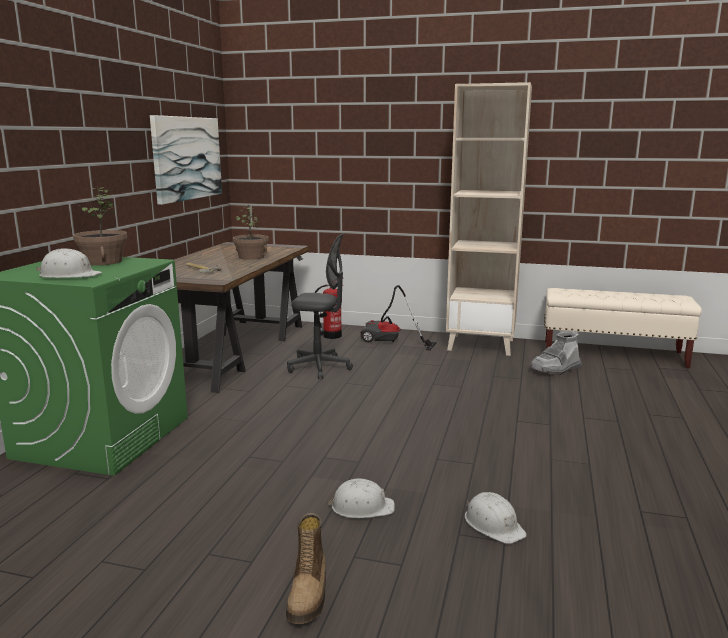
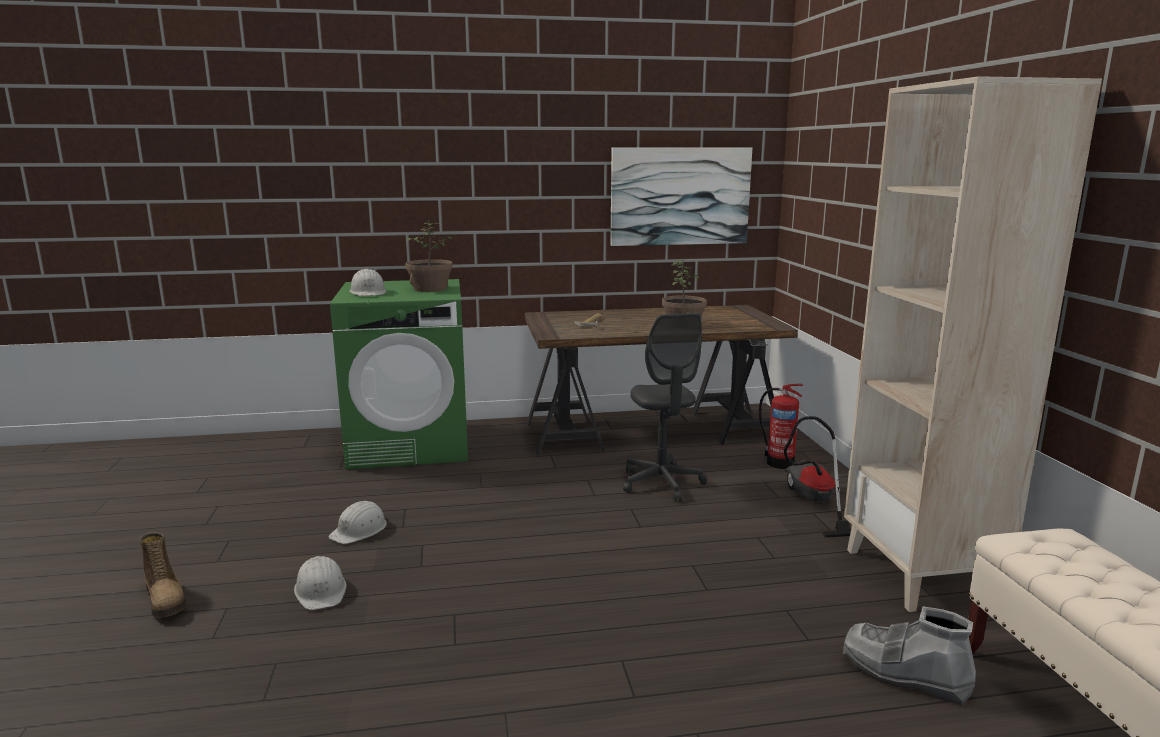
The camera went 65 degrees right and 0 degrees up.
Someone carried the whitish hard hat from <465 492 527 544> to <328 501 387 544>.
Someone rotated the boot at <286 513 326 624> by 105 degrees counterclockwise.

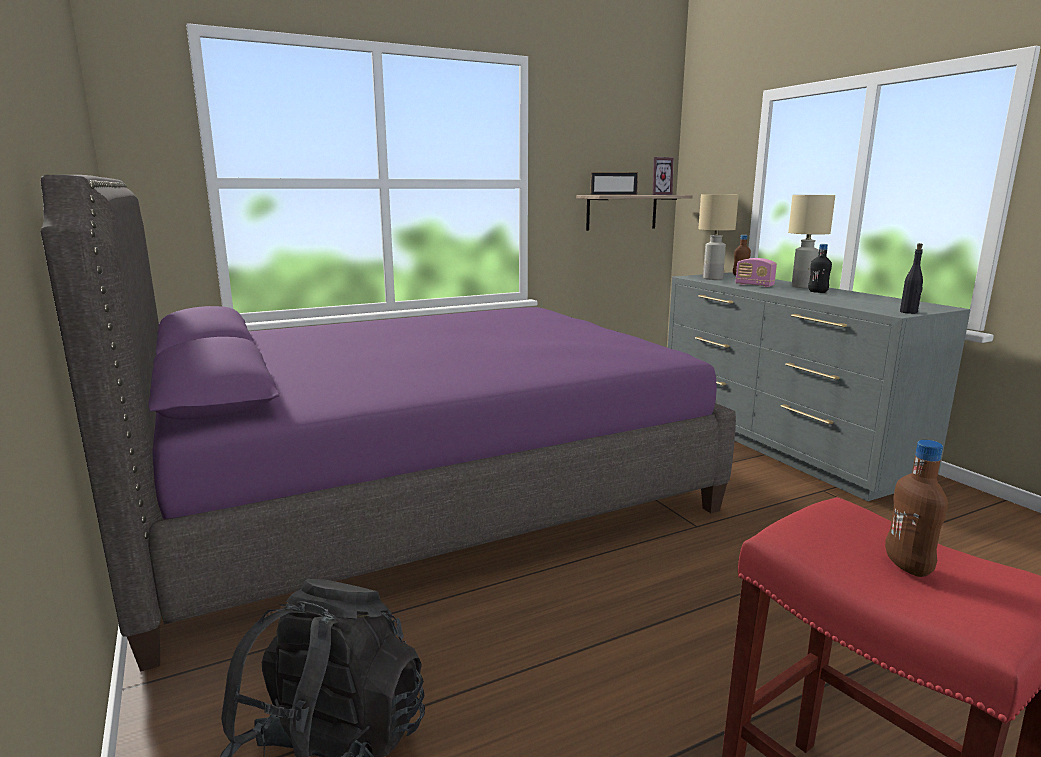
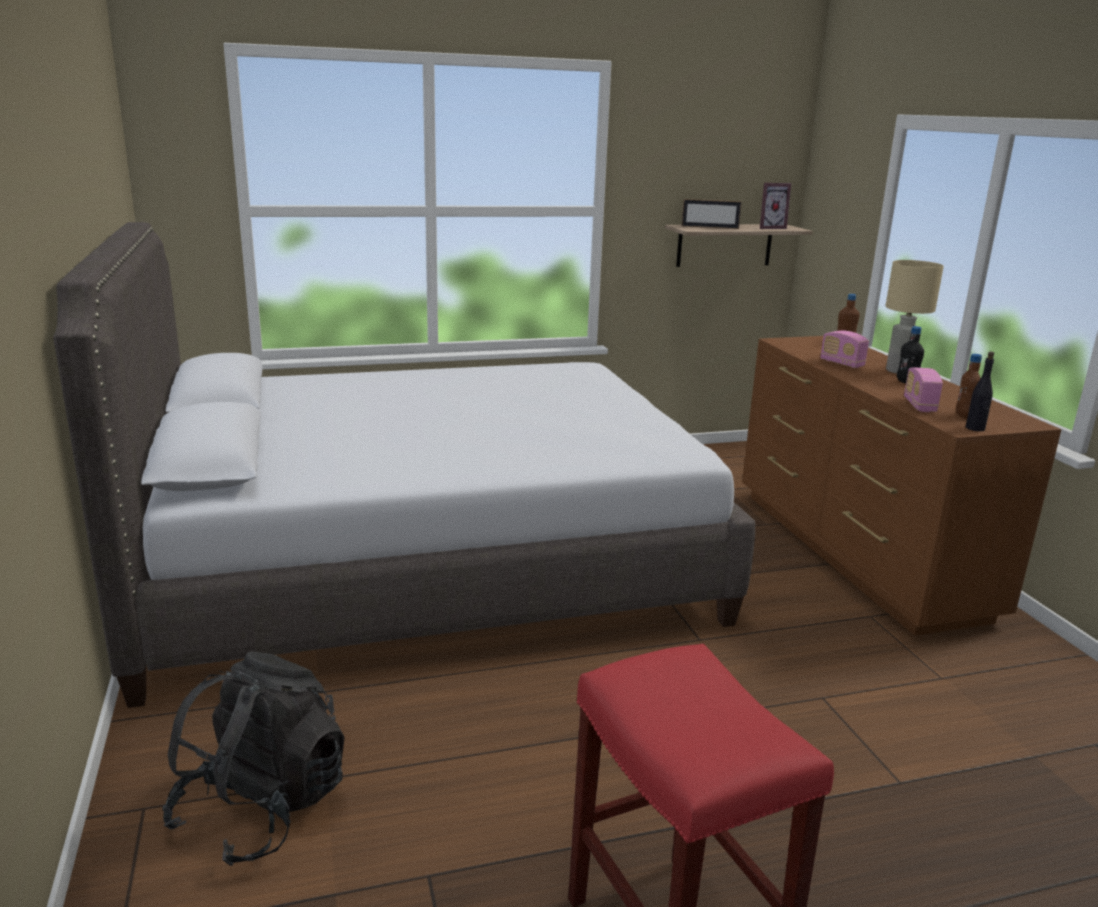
The camera went 10 degrees right and 5 degrees up.
Someone took away the beige-coloured lamp for a table at <698 194 739 280>.
Someone put down the radio set at <904 367 943 412>.
Someone carried the brownish bottle from <885 440 948 577> to <956 354 982 419>.
Someone repainted the purplish bedroom bed at <41 175 736 671>, which became the grey bedroom bed at <53 222 755 708>.
Someone repainted the grey chest of drawers at <668 272 971 501>, which became the brownish chest of drawers at <742 336 1061 635>.

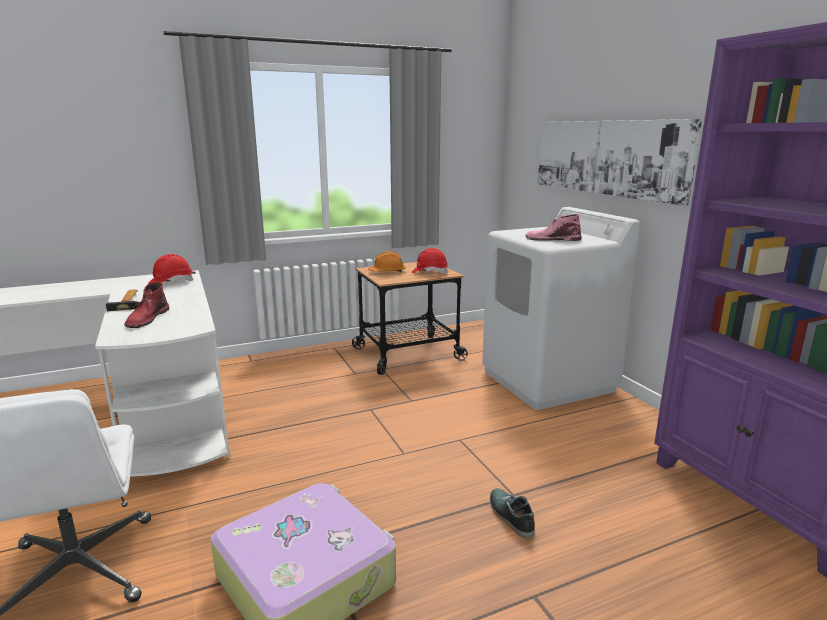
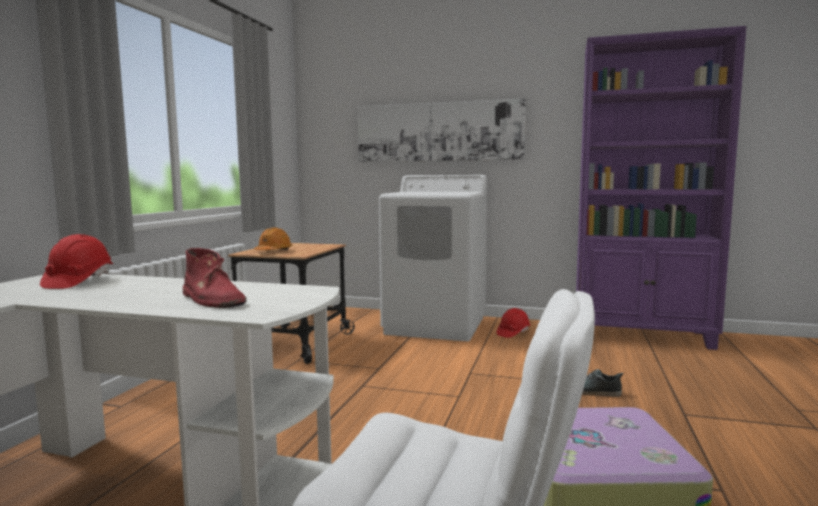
The camera went 50 degrees left and 10 degrees down.
Someone took away the hand hammer at <106 290 139 311>.
Someone took away the pink-coloured boot at <525 214 581 241>.
Someone carried the red-coloured hard hat from <412 248 449 274> to <497 308 531 338>.

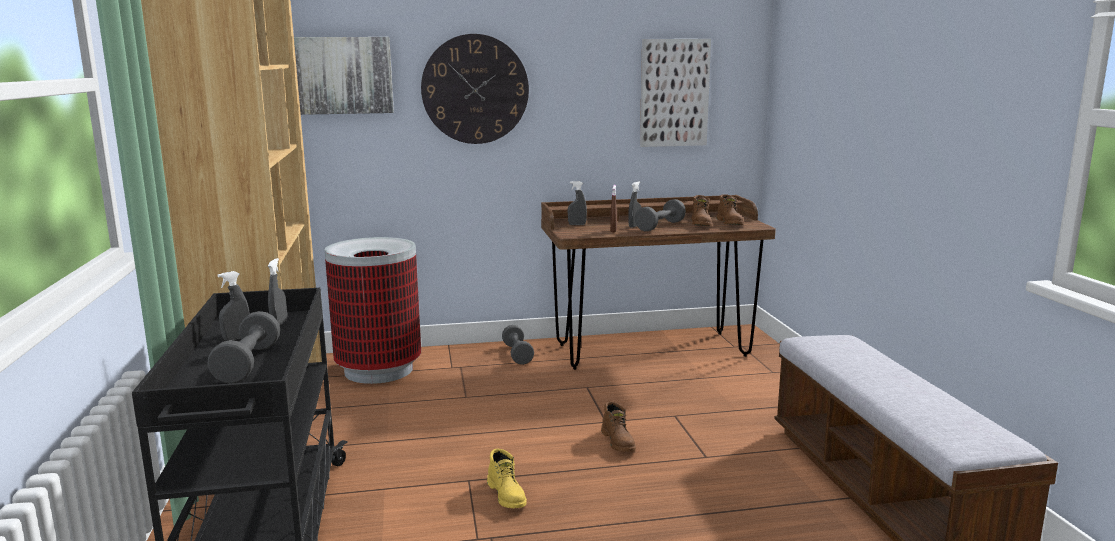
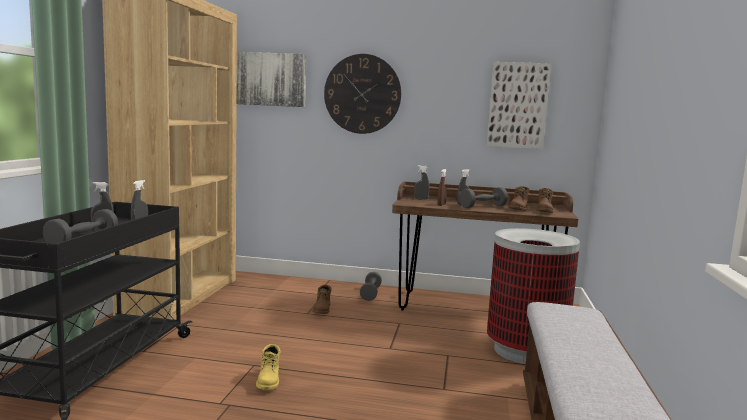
The camera went 20 degrees right and 5 degrees down.
Someone carried the rubbish bin from <324 237 421 384> to <487 228 580 364>.
Someone carried the brownish boot from <601 402 636 452> to <313 285 332 314>.

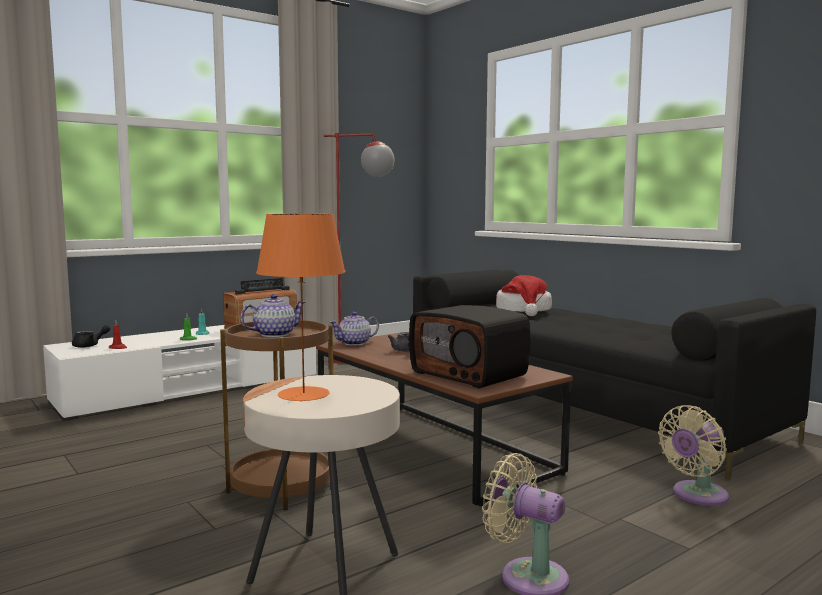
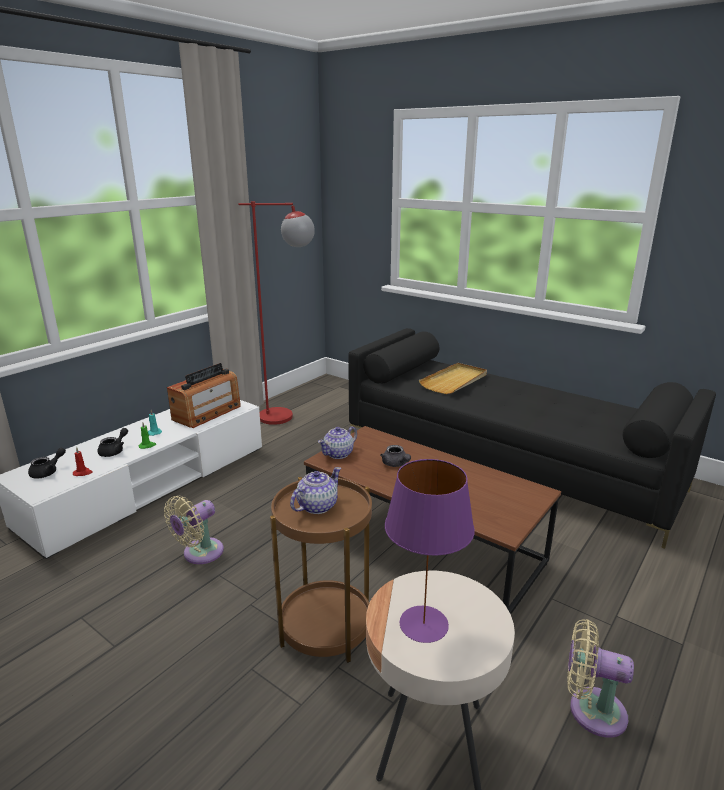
The camera went 15 degrees left and 15 degrees up.
Someone took away the radio set at <409 305 530 388>.
Someone put down the blackish tea pot at <98 428 128 457>.
Someone carried the beige-coloured electric fan from <658 405 729 506> to <164 496 224 564>.
Someone swapped the wearable hat at <496 275 552 316> for the beige-coloured serving tray at <419 363 487 394>.
Someone repainted the orange lamp for a table at <256 214 346 401>, which became the purplish lamp for a table at <385 459 475 643>.

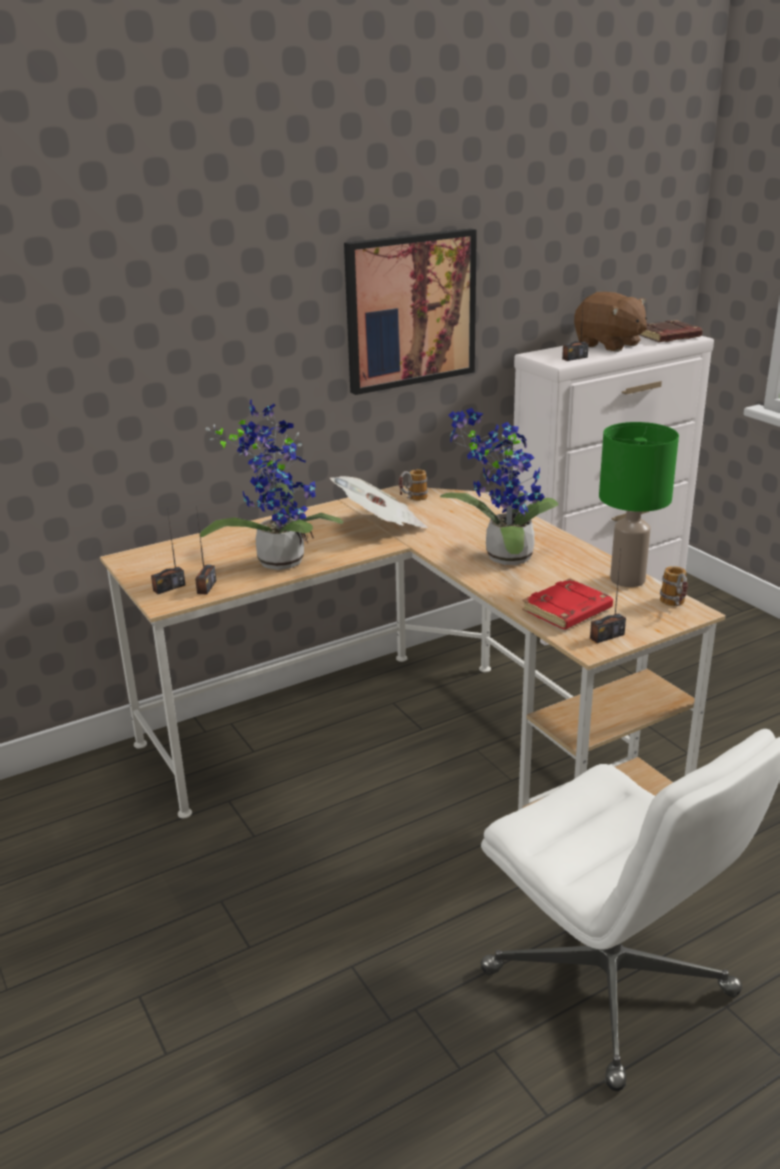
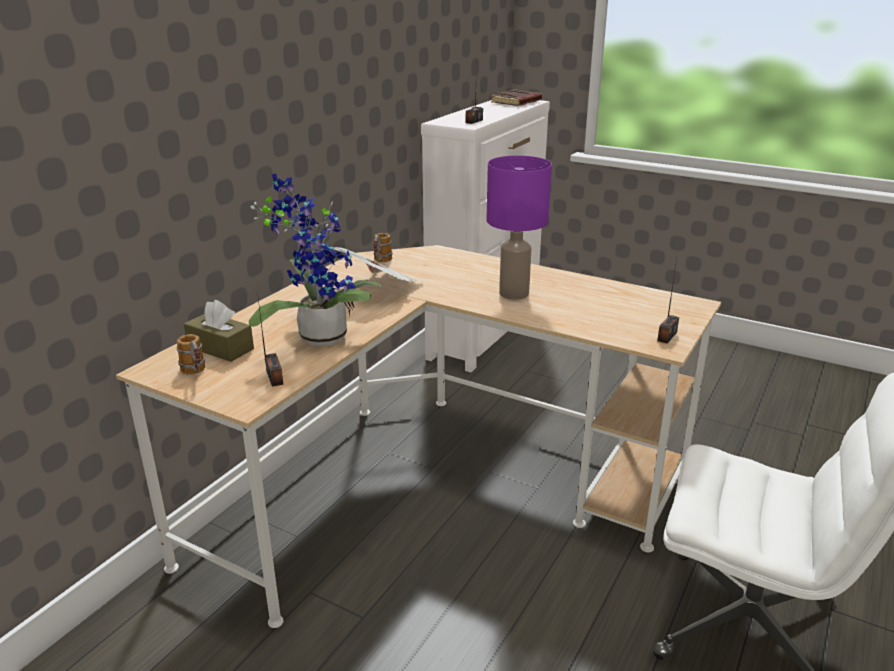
The camera went 30 degrees left and 0 degrees up.
Someone took away the radio set at <151 507 185 594>.
Someone took away the picture at <344 228 477 395>.
Someone took away the red-coloured book at <522 578 613 629>.
Someone took away the brownish cuddly toy at <574 292 647 352>.
Someone took away the greenish lamp for a table at <599 422 679 587>.
Someone put down the brownish box of tissues at <184 300 254 362>.
Someone carried the tea mug from <660 566 688 606> to <177 334 205 375>.
Someone swapped the potted plant at <440 408 559 565> for the purplish lamp for a table at <486 156 552 300>.

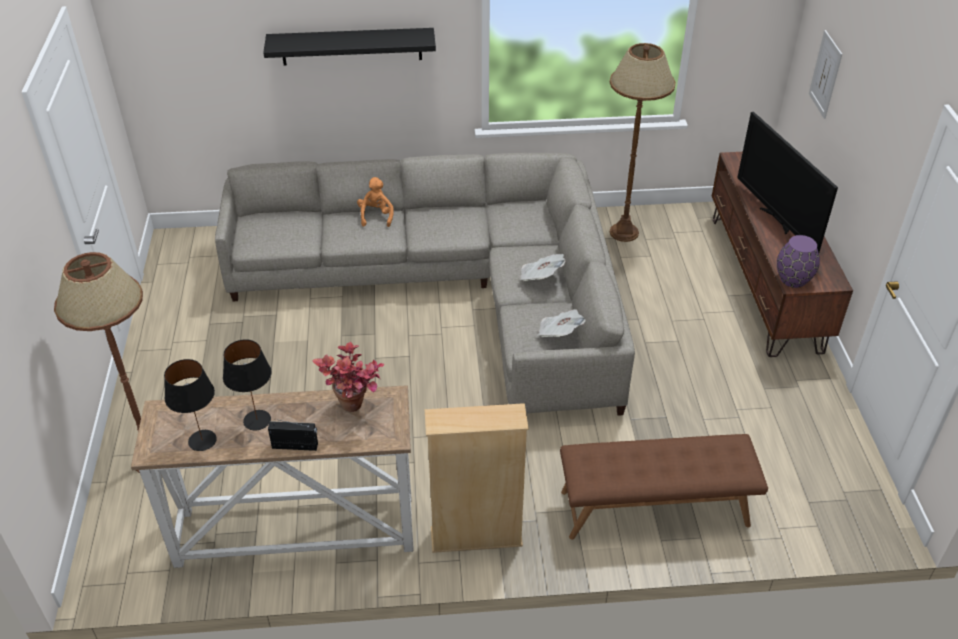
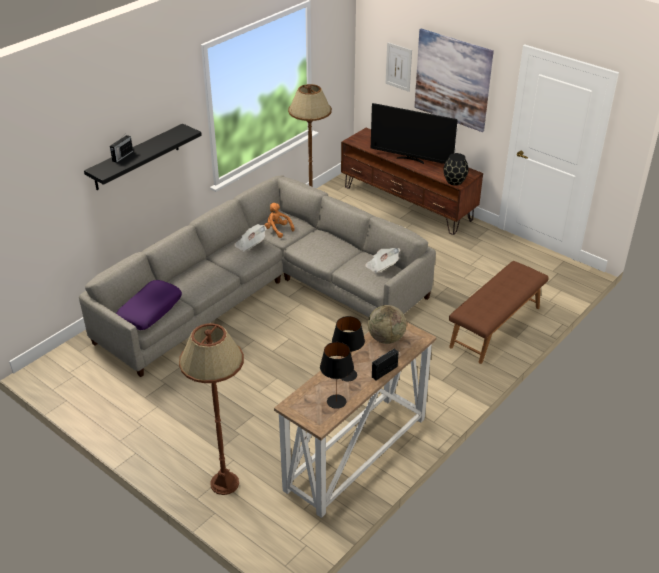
The camera went 45 degrees left and 5 degrees down.
Someone took away the beige-coloured shelving unit at <425 403 529 553>.
Someone put down the radio set at <110 135 133 163>.
Someone put down the purplish throw pillow at <116 280 182 330>.
Someone put up the picture at <414 29 494 132>.
Someone carried the orange cuddly toy from <357 177 394 227> to <265 203 295 238>.
Someone carried the daily paper from <519 254 565 281> to <234 224 267 252>.
Someone swapped the potted plant at <312 342 384 412> for the globe at <368 305 407 344>.
Someone repainted the purplish vase at <777 235 820 288>, which became the blackish vase at <443 153 469 186>.

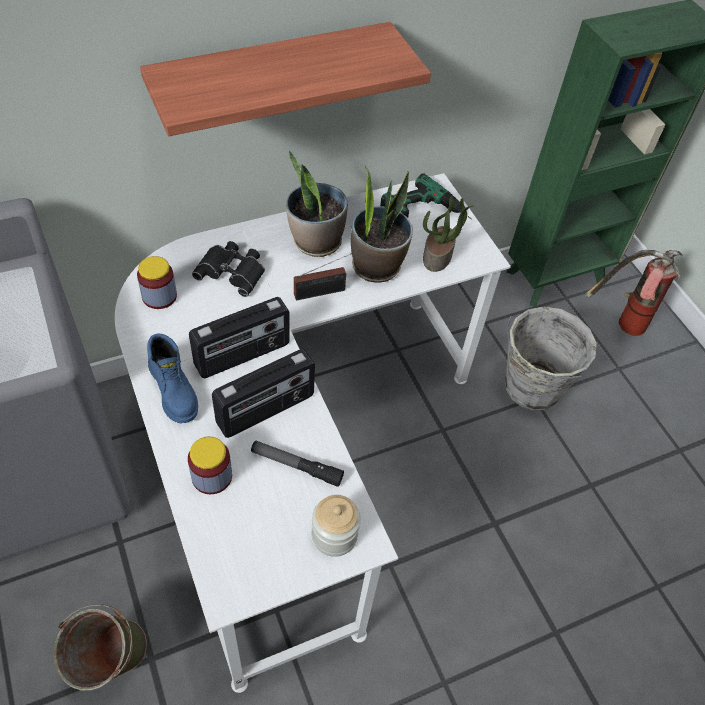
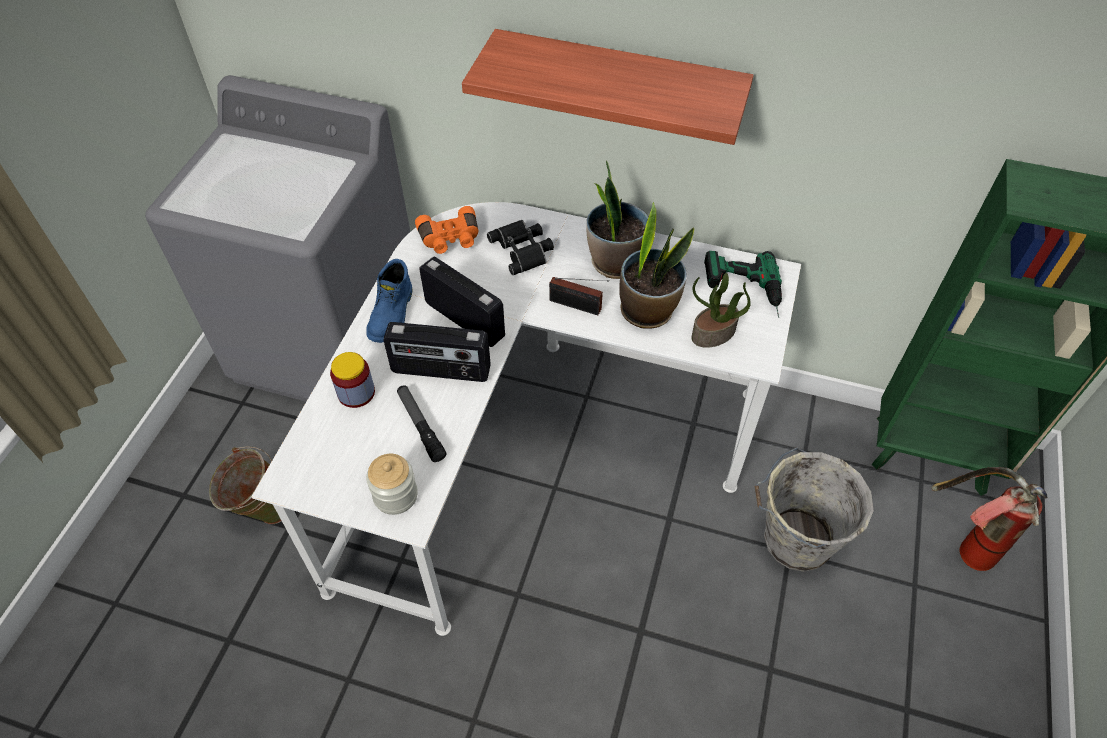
The camera went 45 degrees right and 0 degrees up.
Someone swapped the jar at <137 256 177 309> for the orange pair of binoculars at <415 206 478 254>.
Someone rotated the radio set at <189 297 289 378> by 150 degrees counterclockwise.

